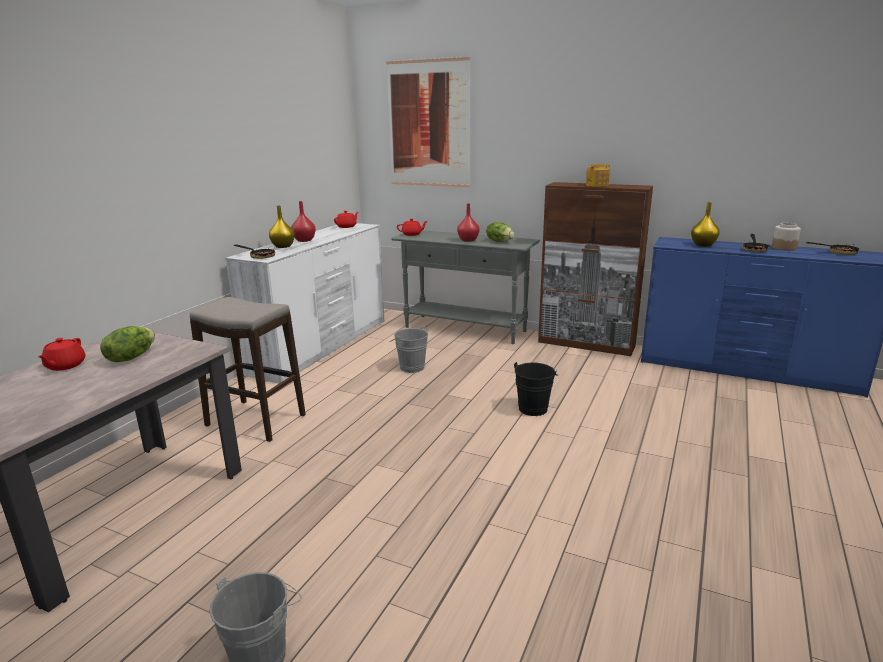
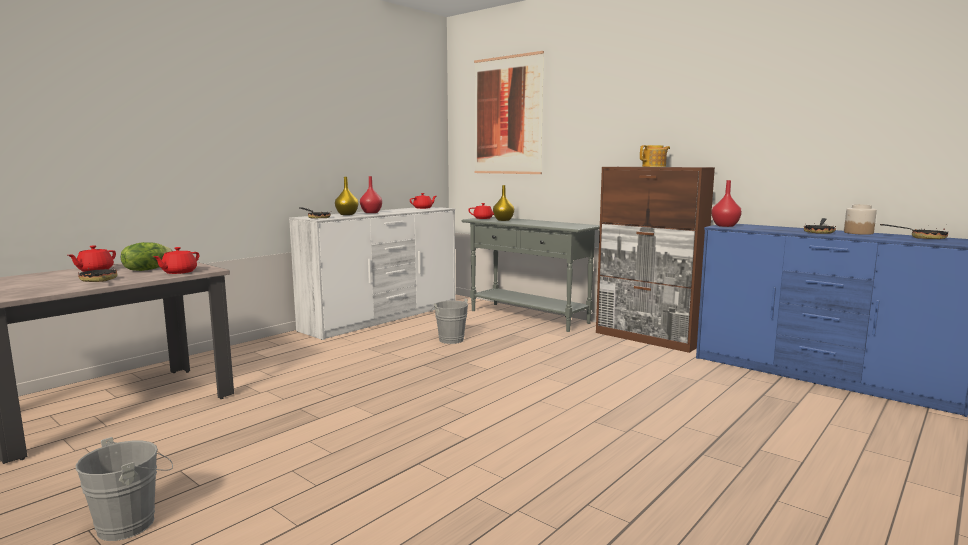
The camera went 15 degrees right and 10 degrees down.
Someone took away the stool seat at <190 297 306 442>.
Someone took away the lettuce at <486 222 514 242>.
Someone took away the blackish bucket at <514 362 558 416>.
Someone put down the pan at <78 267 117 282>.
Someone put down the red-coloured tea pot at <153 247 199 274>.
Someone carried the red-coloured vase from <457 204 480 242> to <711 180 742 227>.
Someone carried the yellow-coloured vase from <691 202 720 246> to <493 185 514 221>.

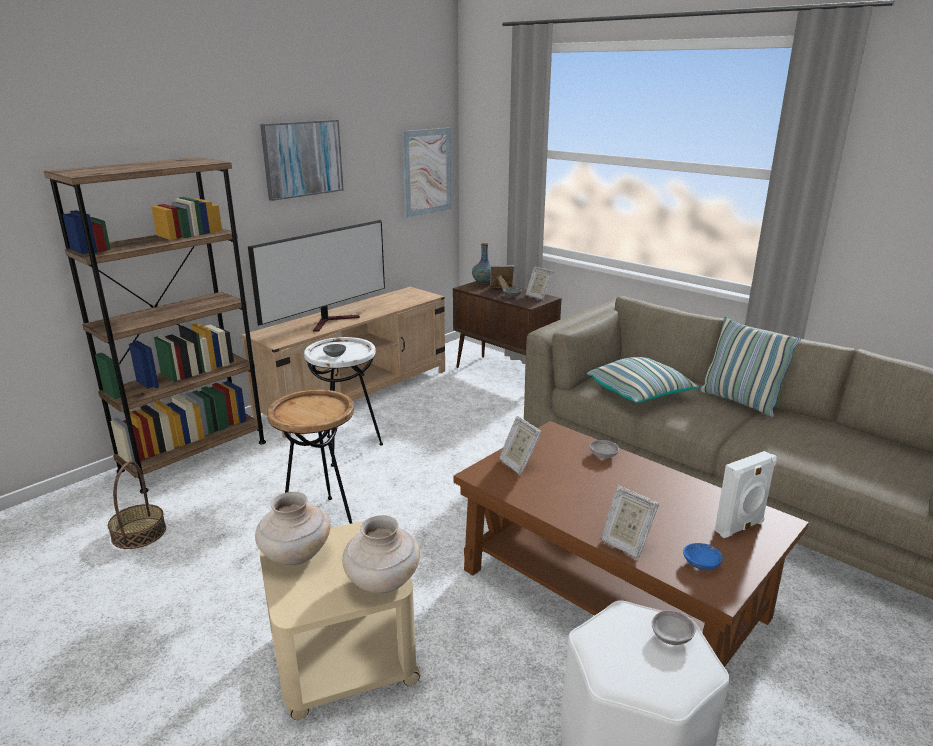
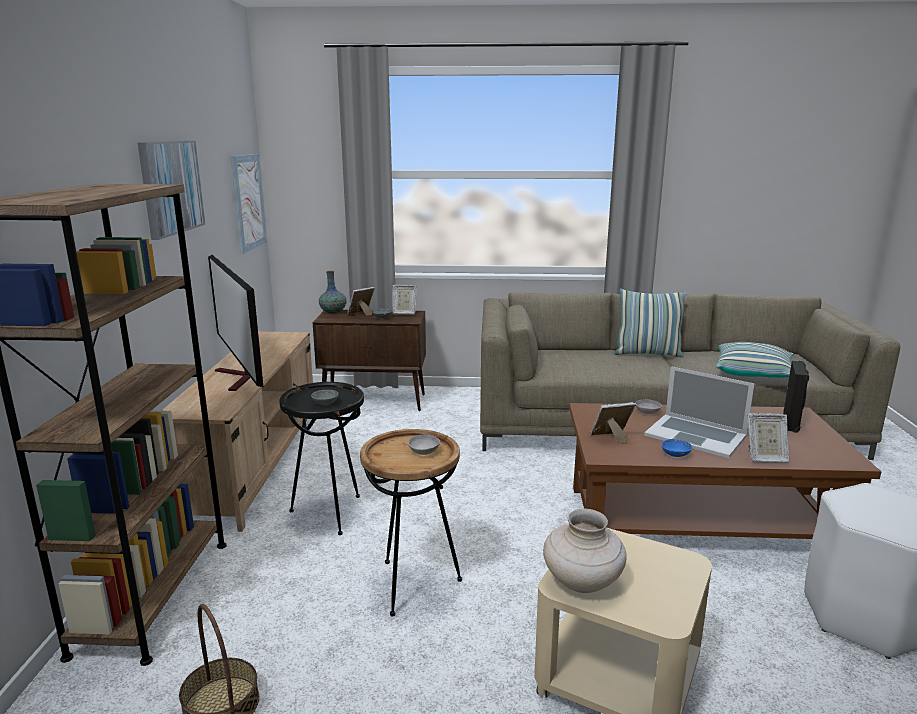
The camera went 40 degrees left and 5 degrees down.
Someone took away the beige-coloured vase at <342 515 420 593>.
Someone put down the notebook computer at <644 366 755 458>.
Someone carried the throw pillow from <587 357 700 403> to <716 342 794 378>.
Someone carried the grey serving bowl from <652 610 695 645> to <408 435 440 455>.
Someone carried the blue-coloured serving bowl from <683 543 723 570> to <661 439 692 457>.
Someone repainted the whitish end table at <304 337 383 467>, which became the blackish end table at <279 382 364 535>.
Someone repainted the whitish speaker at <715 451 776 538>, which became the blackish speaker at <783 361 809 433>.
Someone rotated the television at <248 220 385 332> by 150 degrees clockwise.
Someone rotated the picture frame at <499 416 542 475> by 150 degrees clockwise.

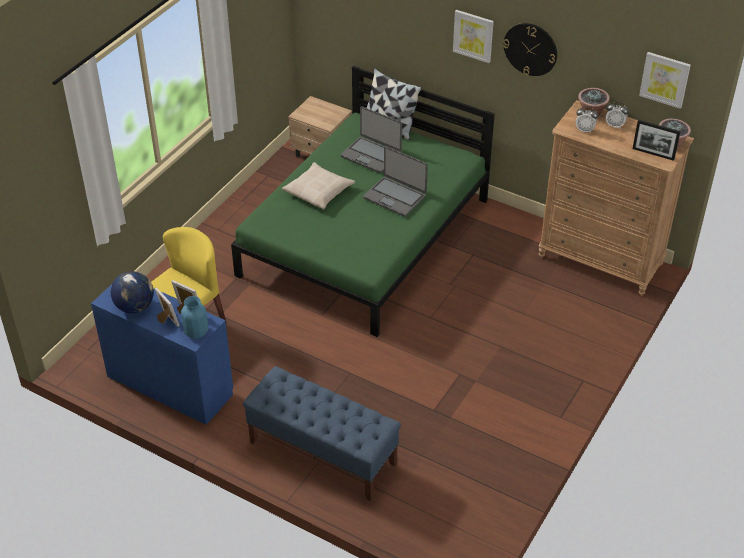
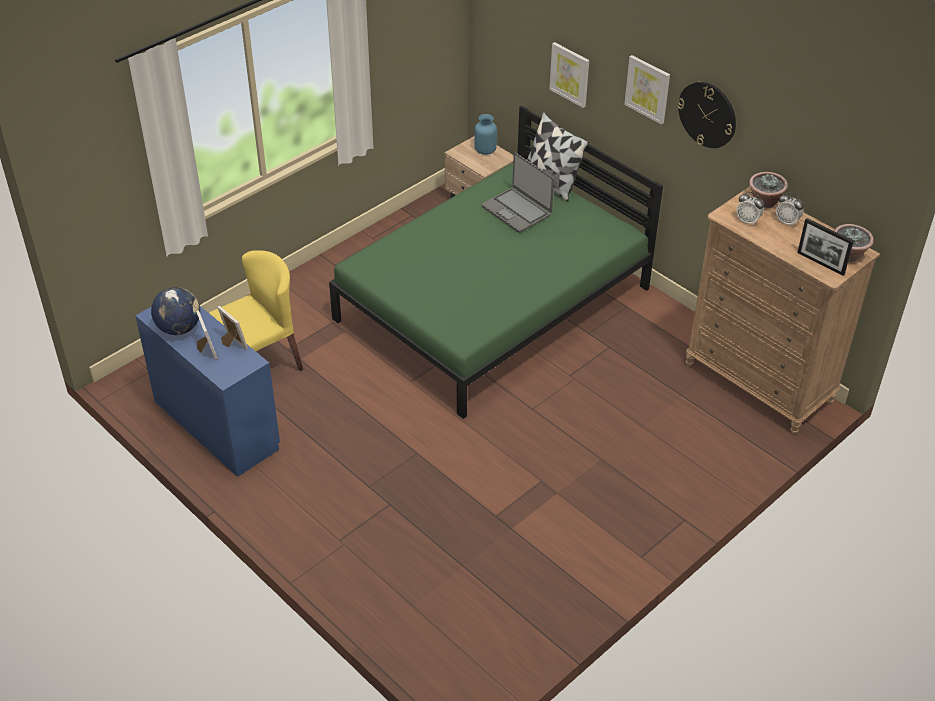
The camera went 15 degrees right and 0 degrees up.
Someone took away the blue-coloured indoor bench at <243 366 401 501>.
Someone took away the beige-coloured throw pillow at <282 162 355 209>.
Someone took away the notebook computer at <363 146 428 217>.
Someone carried the blue-coloured vase from <181 296 208 339> to <475 114 497 155>.
Someone carried the picture from <639 52 691 109> to <549 42 589 108>.

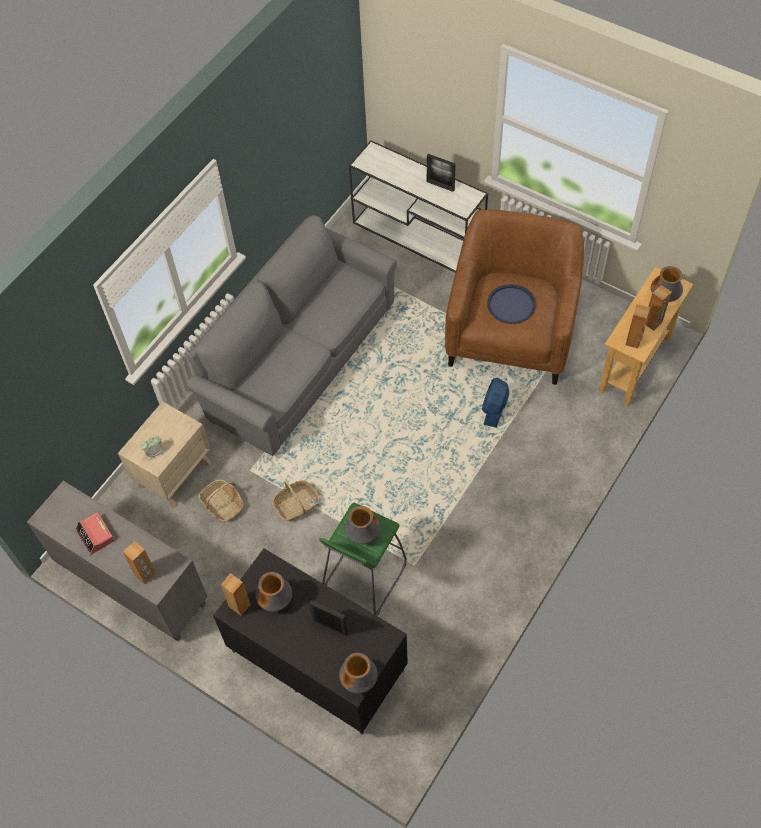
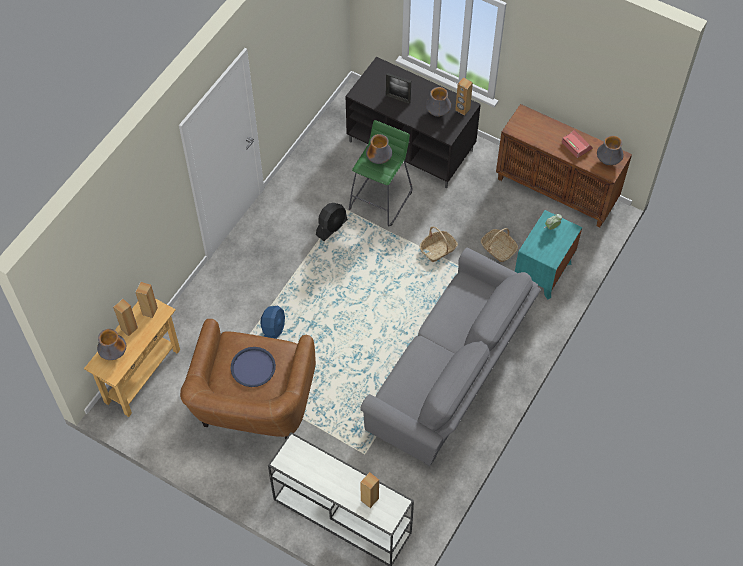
The camera went 175 degrees right and 0 degrees up.
Someone took away the picture frame at <427 154 456 192>.
Someone put down the blackish electric fan at <316 203 348 241>.
Someone carried the brownish speaker from <123 541 156 584> to <360 472 379 508>.
Someone carried the vase from <339 653 378 694> to <597 135 624 165>.
Someone repainted the grey cupboard at <27 481 208 641>, which became the brownish cupboard at <496 104 632 227>.
Someone repainted the beige-coloured nightstand at <118 401 210 508>, which became the turquoise-coloured nightstand at <515 210 582 300>.

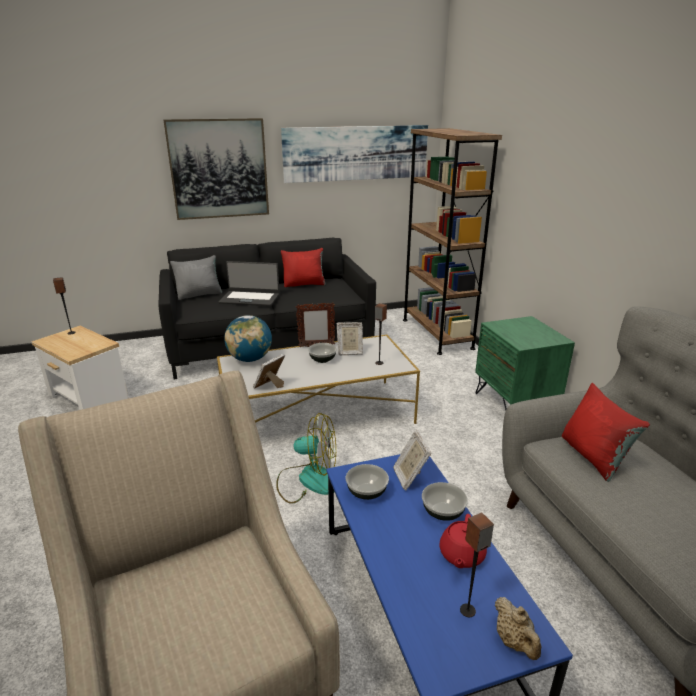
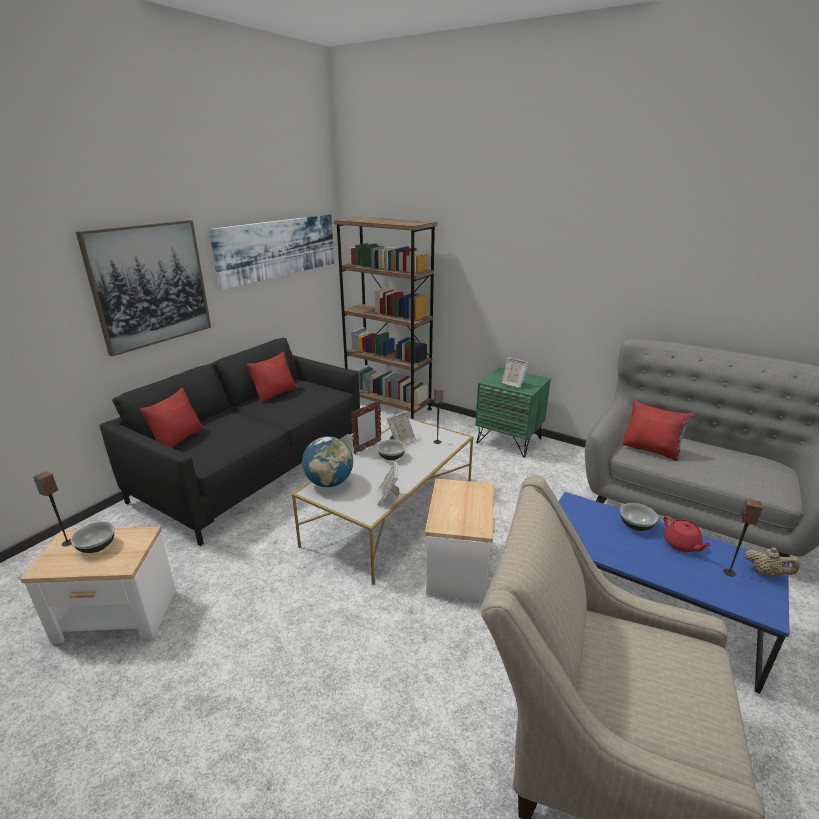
The camera went 40 degrees left and 0 degrees up.
Someone took away the notebook computer at <218 261 279 306>.
Someone carried the serving bowl from <346 464 389 500> to <71 522 115 553>.
Someone carried the picture frame from <393 430 432 490> to <502 357 528 389>.
Someone swapped the electric fan at <276 413 336 504> for the end table at <425 479 495 601>.
Someone repainted the grey throw pillow at <170 255 222 300>, which became the red-coloured throw pillow at <140 388 203 447>.

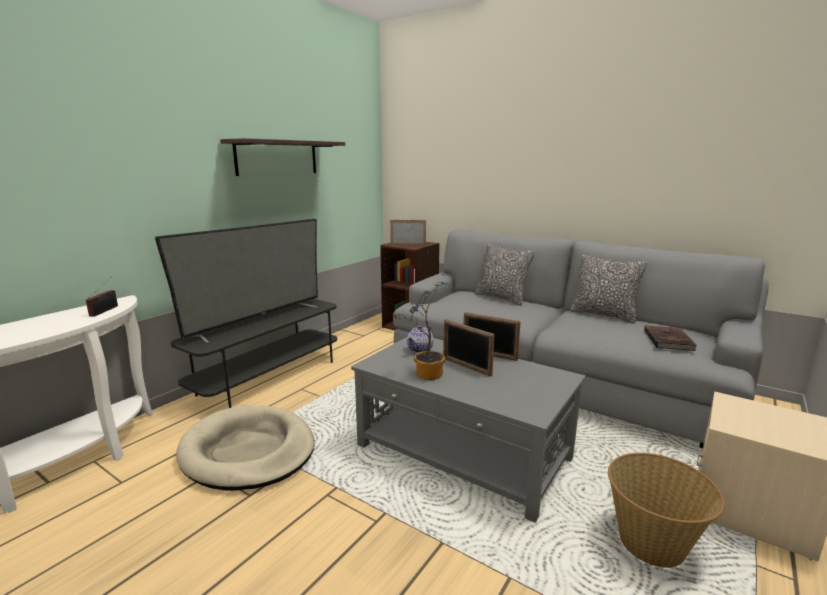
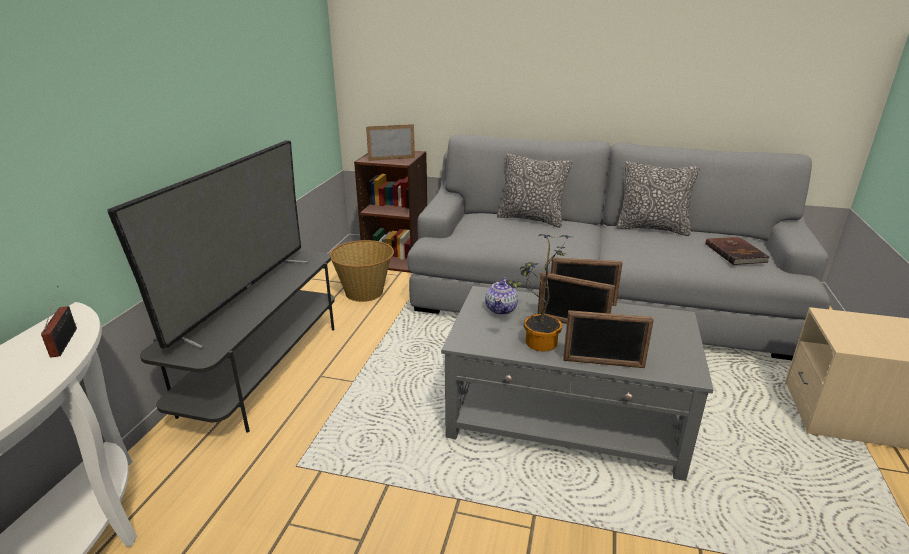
The camera went 20 degrees left and 10 degrees up.
Someone took away the beige-coloured dog bed at <176 406 315 491>.
Someone took away the wall shelf at <220 138 345 176>.
Someone put down the picture frame at <563 310 654 368>.
Someone carried the basket from <608 453 725 568> to <330 240 394 302>.

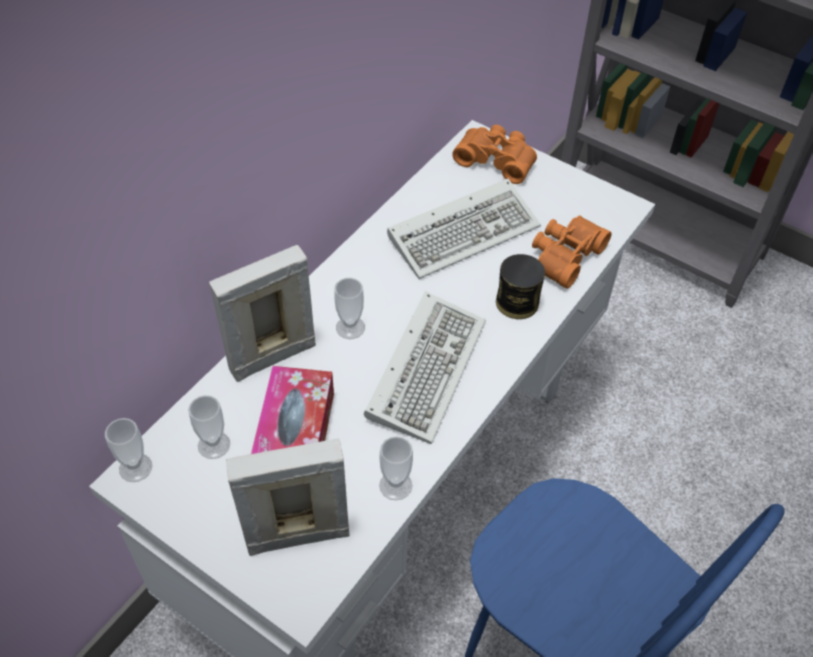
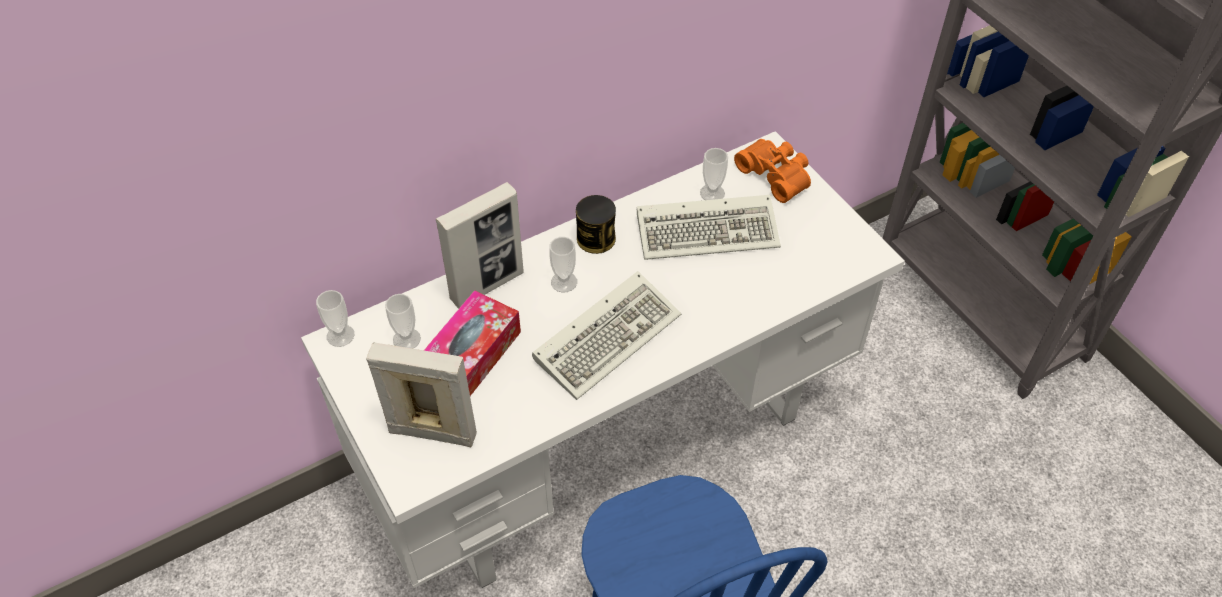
The camera went 25 degrees right and 0 degrees up.
Someone took away the orange pair of binoculars at <532 215 612 289>.
Someone carried the cup from <379 436 413 500> to <700 148 728 200>.
Someone carried the sealed can from <496 254 545 319> to <576 195 616 254>.
Someone rotated the picture frame at <209 245 316 382> by 150 degrees clockwise.

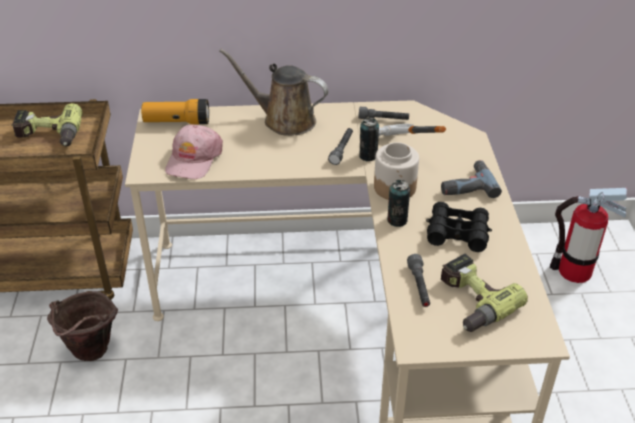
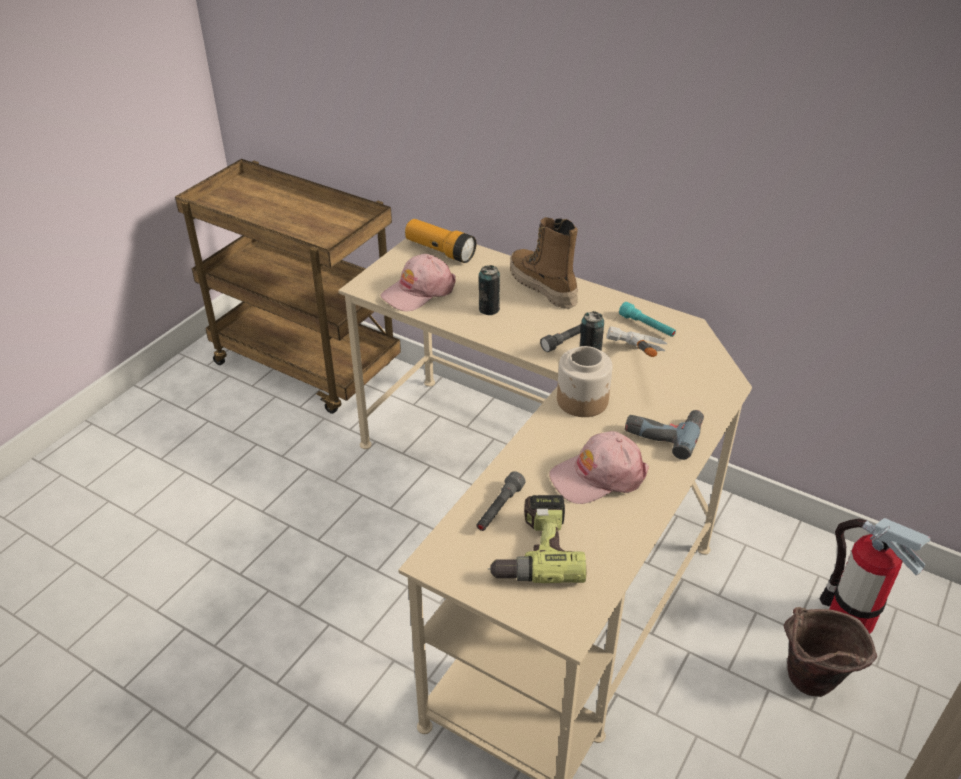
The camera went 35 degrees right and 0 degrees up.
Someone took away the drill at <11 103 83 147>.
Someone carried the brownish bucket from <47 291 118 361> to <784 607 877 697>.
Someone carried the sealed can from <387 180 410 227> to <479 265 500 315>.
Someone swapped the brownish watering pot at <219 49 328 136> for the boot at <510 217 578 309>.
Someone swapped the blackish pair of binoculars at <426 202 492 252> for the pink-coloured peaked cap at <549 431 649 504>.
Someone repainted the grey flashlight at <359 107 409 120>, which became the turquoise-coloured flashlight at <619 302 676 337>.

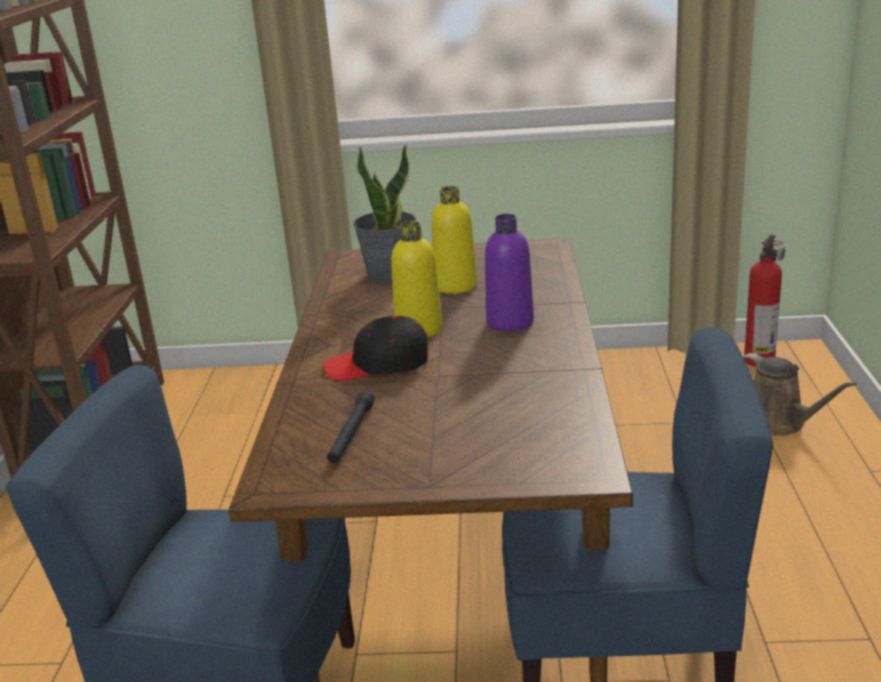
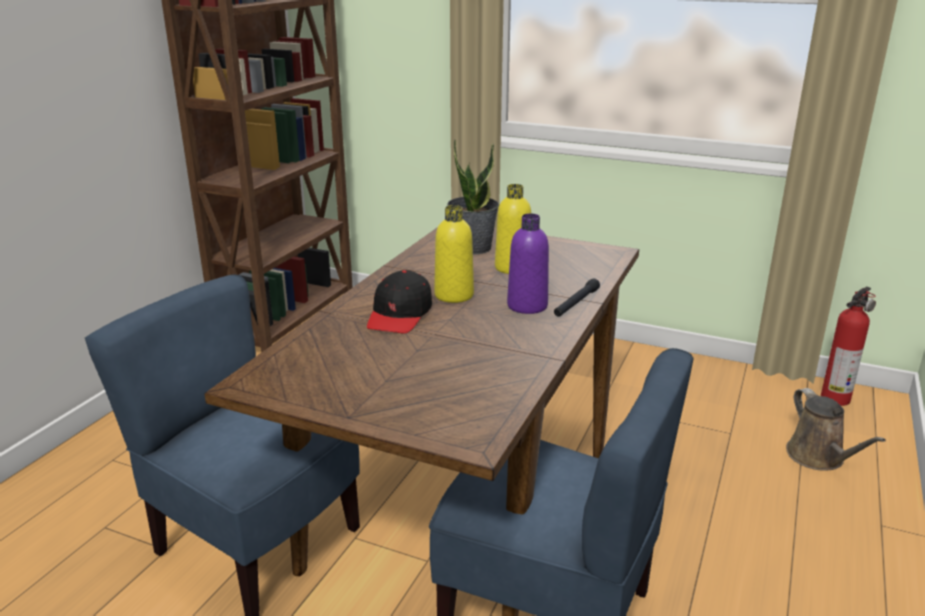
The camera went 20 degrees right and 0 degrees up.
Someone carried the blackish flashlight from <327 391 375 463> to <554 278 600 317>.
Someone rotated the blackish peaked cap at <323 316 428 381> by 90 degrees counterclockwise.

